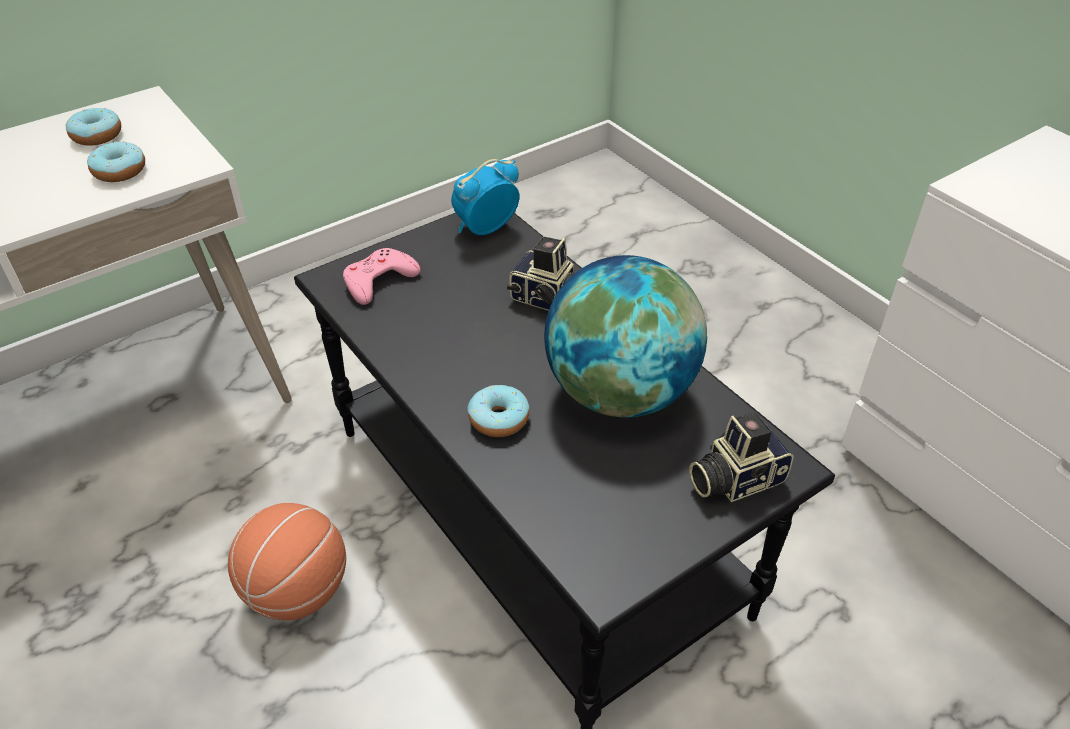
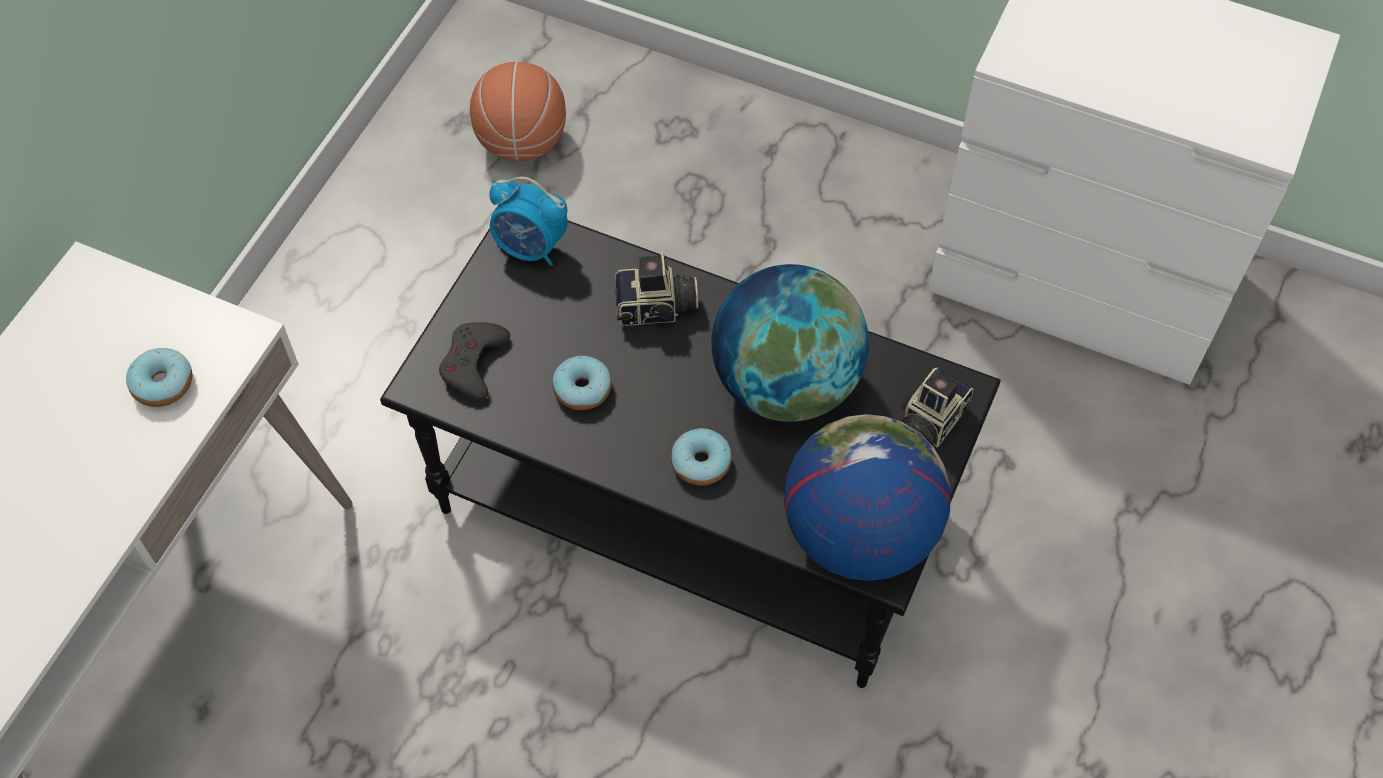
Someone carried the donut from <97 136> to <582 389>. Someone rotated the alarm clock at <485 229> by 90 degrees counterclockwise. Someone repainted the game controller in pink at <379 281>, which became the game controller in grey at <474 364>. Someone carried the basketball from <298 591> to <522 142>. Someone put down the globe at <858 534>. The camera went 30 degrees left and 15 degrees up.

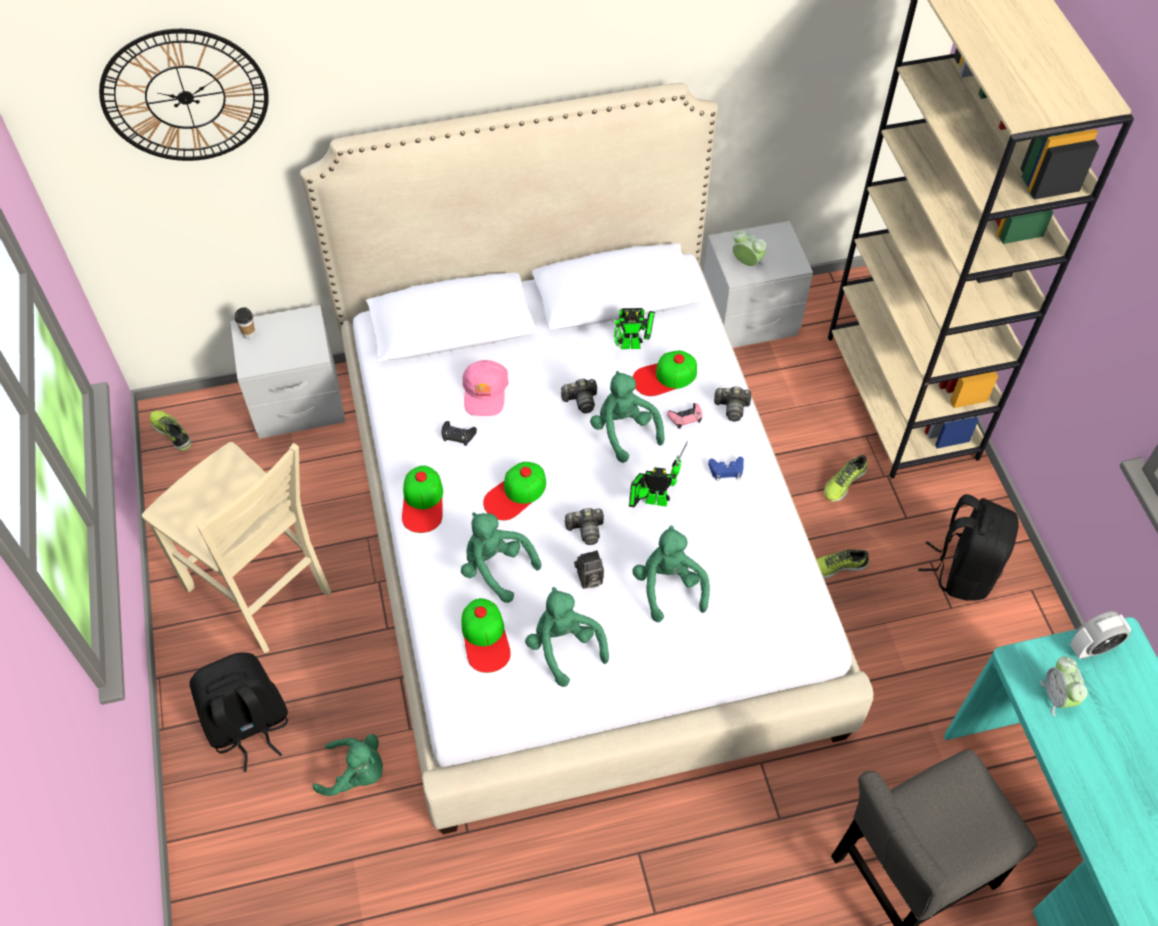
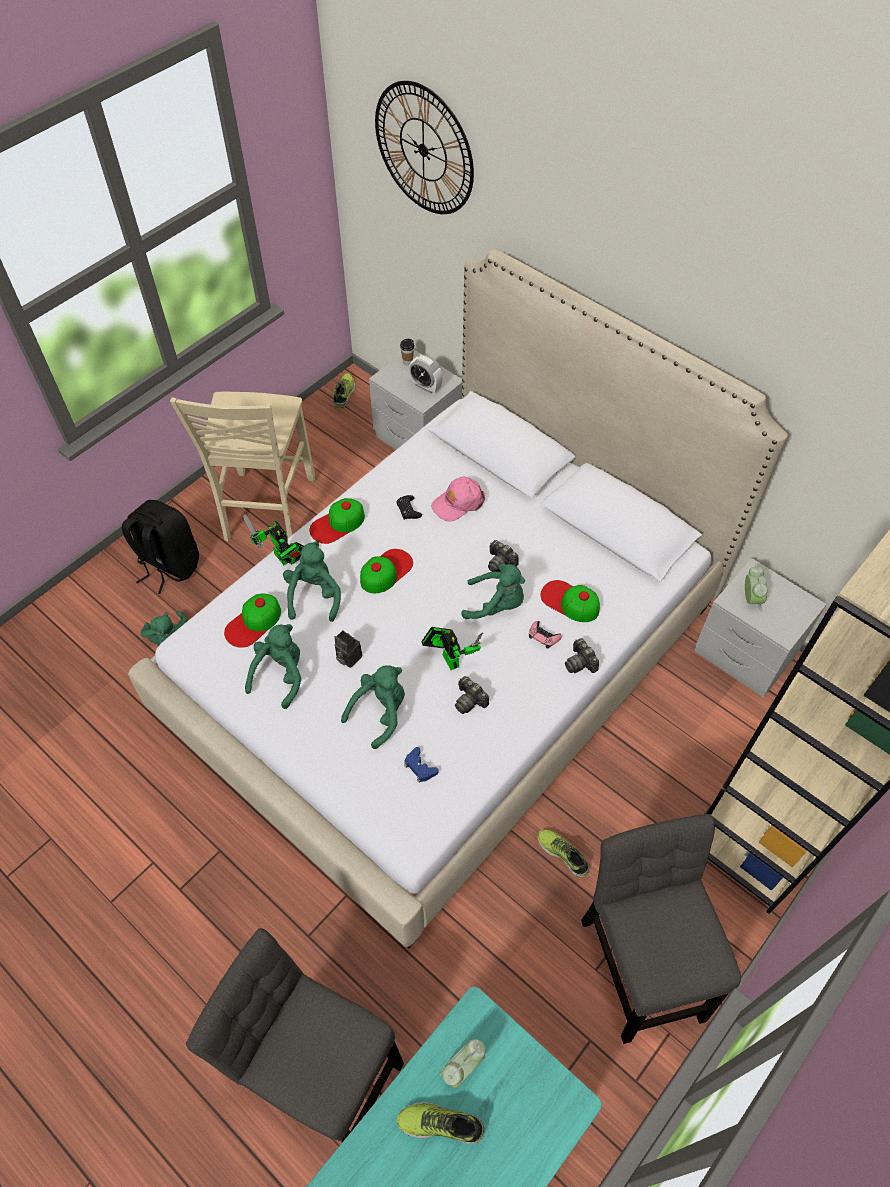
Someone carried the toy robot from <634 345> to <284 559>. Someone rotated the plush toy in green at <624 431> by 75 degrees clockwise. Someone carried the shoe from <843 482> to <441 1123>. Someone carried the game controller in blue from <726 470> to <420 767>. Someone rotated the cap at <515 494> by 120 degrees clockwise. Someone swapped the backpack in black at <962 570> for the chair in grey at <641 959>. Someone carried the photo camera from <586 530> to <470 700>. Someone carried the alarm clock from <1091 647> to <426 386>. The camera went 55 degrees right and 0 degrees up.

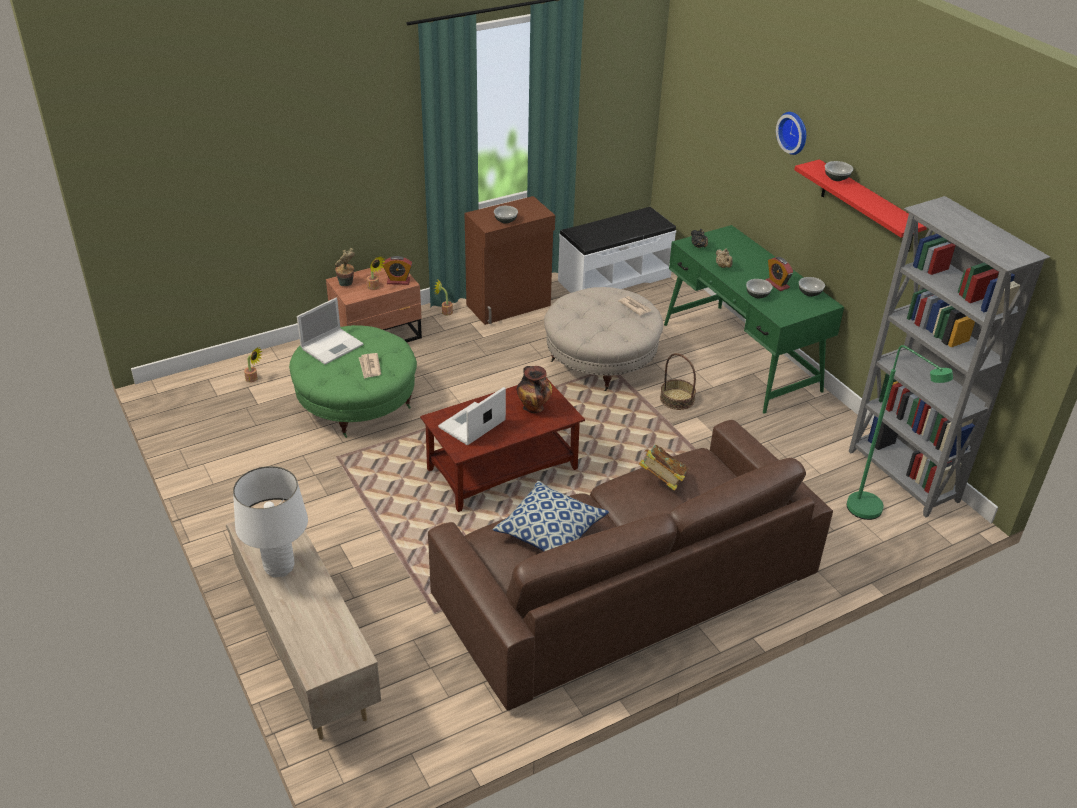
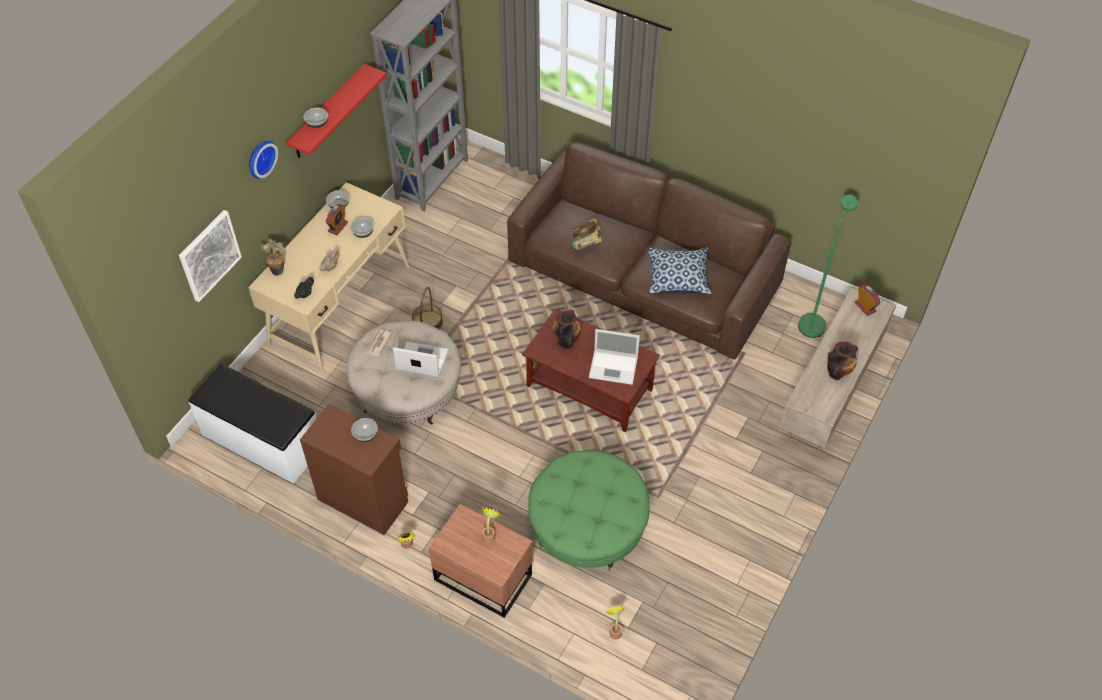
Someone repainted the desk in green at <740 357>, which became the desk in beige at <340 305>. Someone carried the potted plant from <346 284> to <278 269>. Someone carried the alarm clock from <398 281> to <865 307>. Someone carried the laptop from <333 346> to <421 360>. Someone carried the floor lamp in green from <872 513> to <814 321>. Someone took away the newspaper at <370 367>. Someone swapped the table lamp in white at <279 567> for the vase at <837 372>. Someone put up the picture at <209 255>. The camera went 120 degrees left and 15 degrees up.

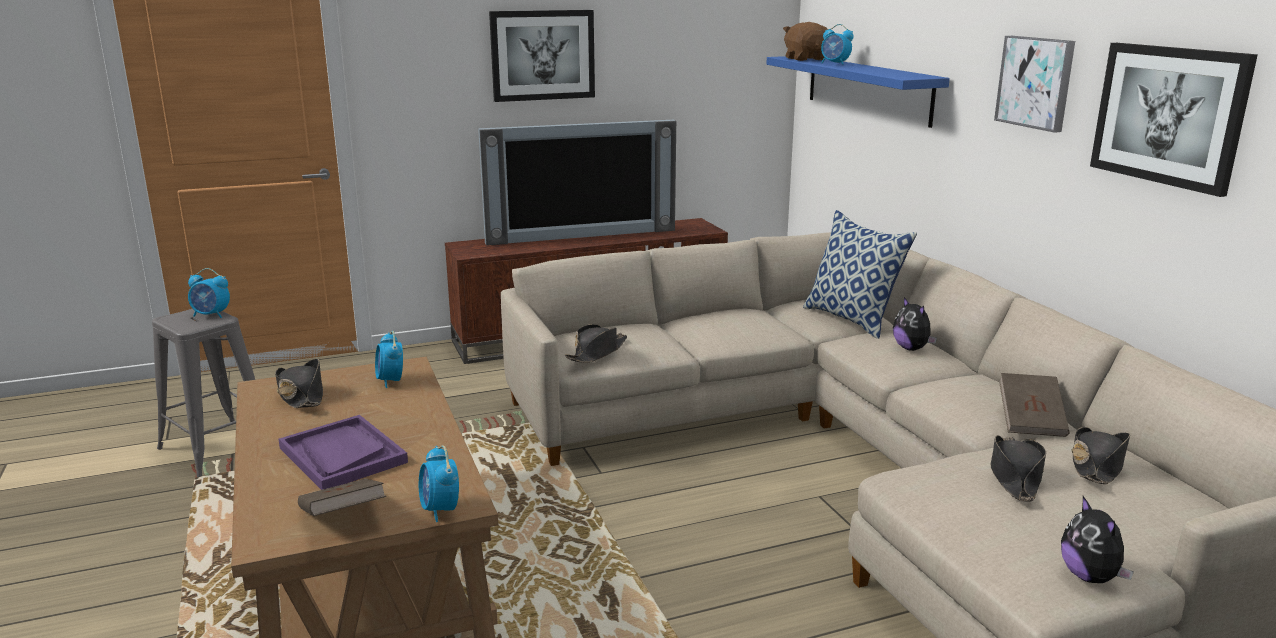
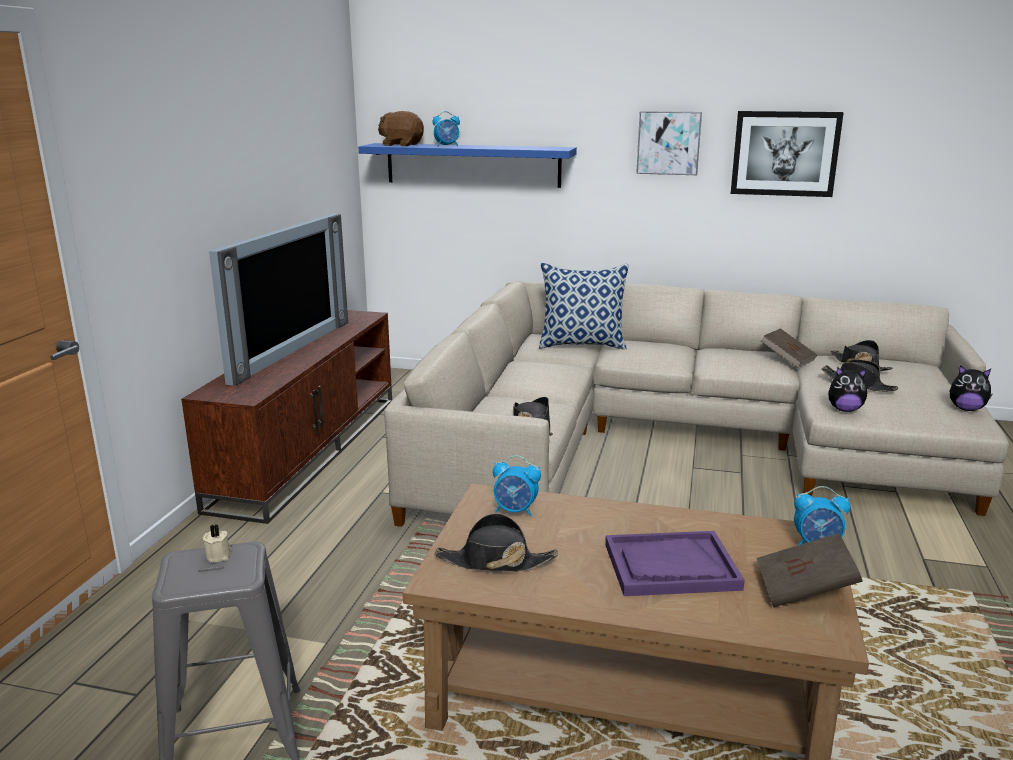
Someone took away the picture at <542 55>. Someone swapped the alarm clock at <211 315> for the candle in beige at <219 555>. Someone carried the plush toy from <911 348> to <844 409>. The camera went 55 degrees left and 0 degrees up.

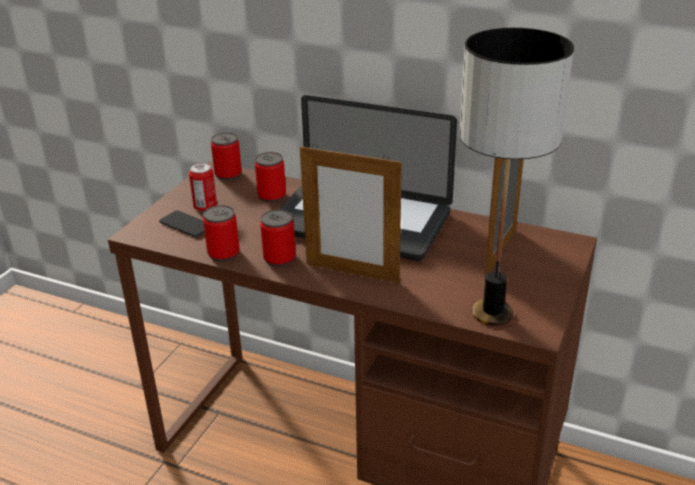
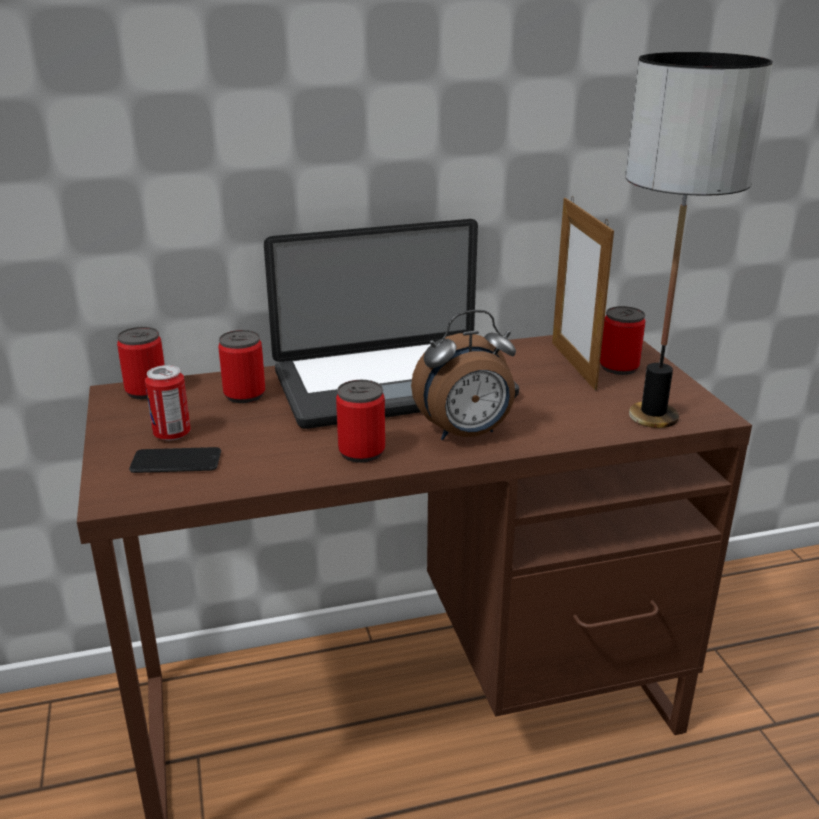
Someone swapped the picture frame at <352 273> for the alarm clock at <465 434>. Someone carried the can from <223 253> to <619 367>. The camera went 40 degrees left and 5 degrees down.

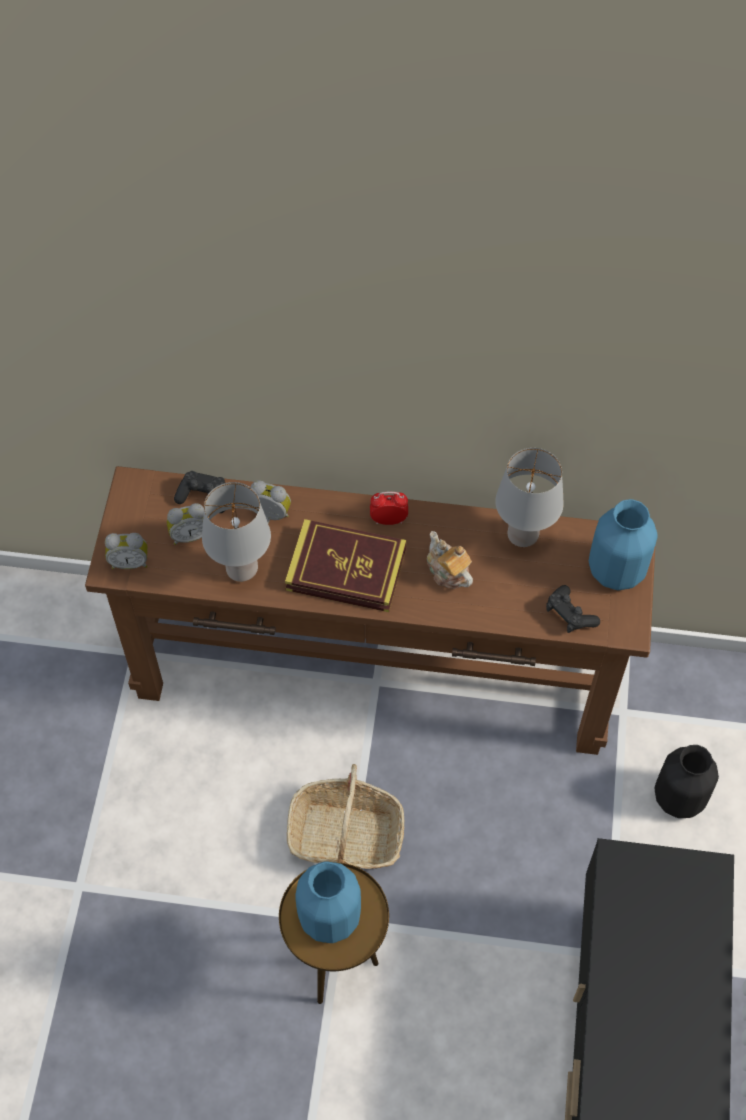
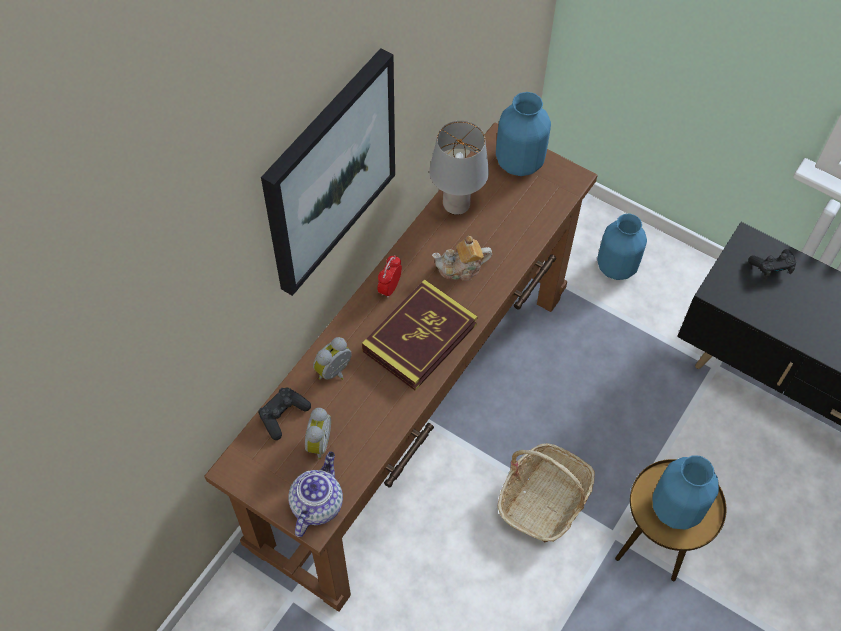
Someone took away the table lamp in grey at <242 570>. Someone swapped the alarm clock at <130 562> for the teapot at <317 503>. Someone carried the game controller in black from <569 615> to <772 267>. Someone repainted the vase in black at <680 798>, which became the vase in blue at <617 266>. Someone put up the picture at <329 172>. The camera went 65 degrees left and 0 degrees up.

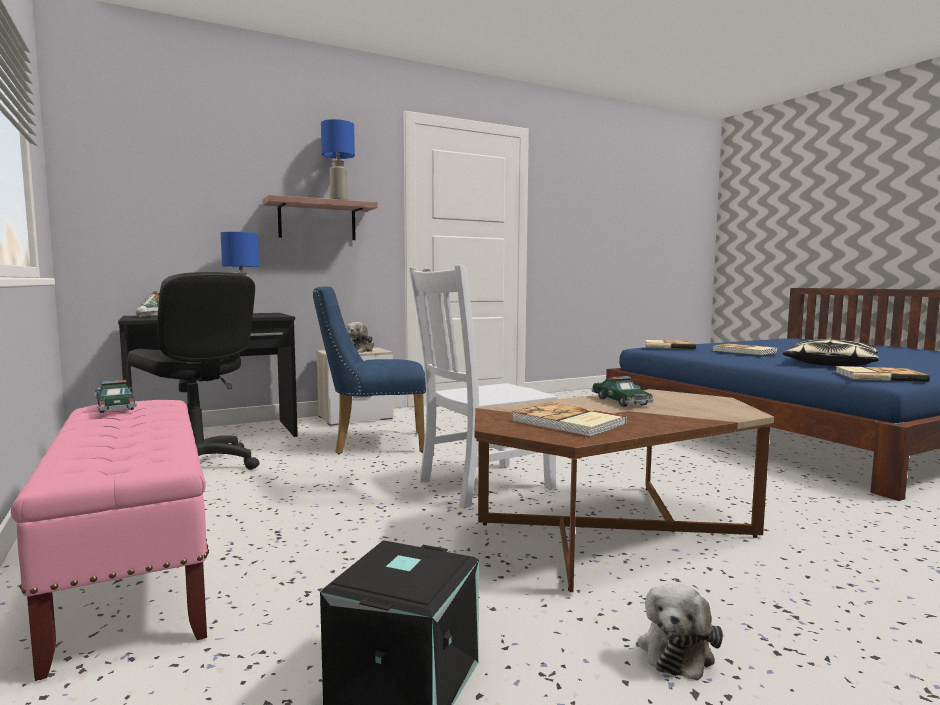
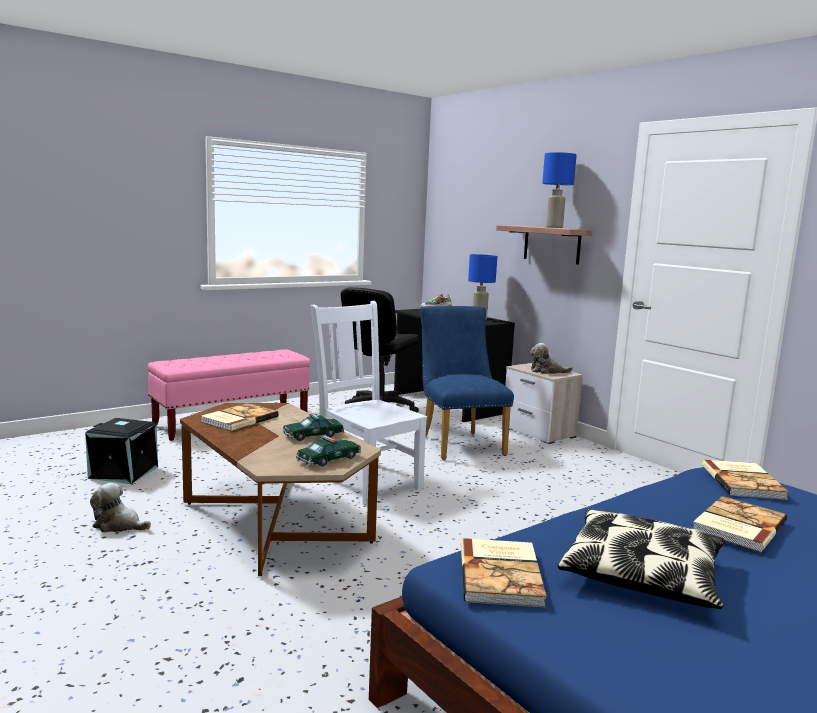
Someone carried the toy car from <115 407> to <329 459>. The camera went 80 degrees right and 5 degrees up.

